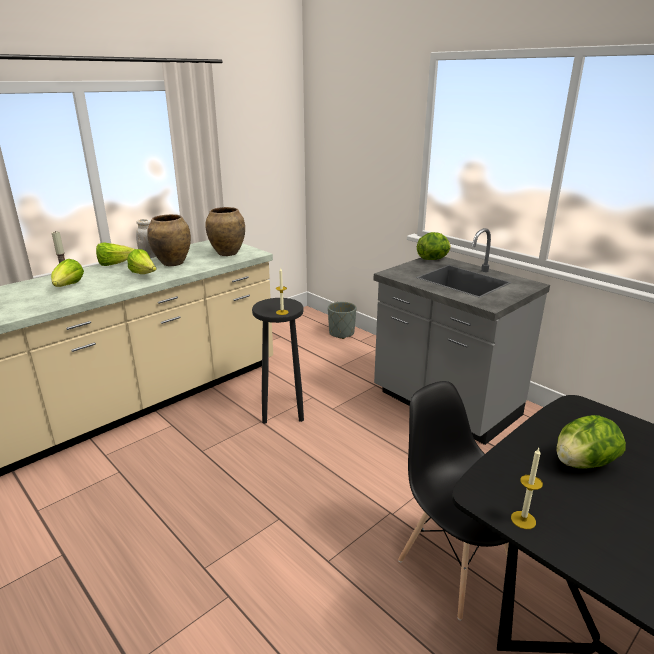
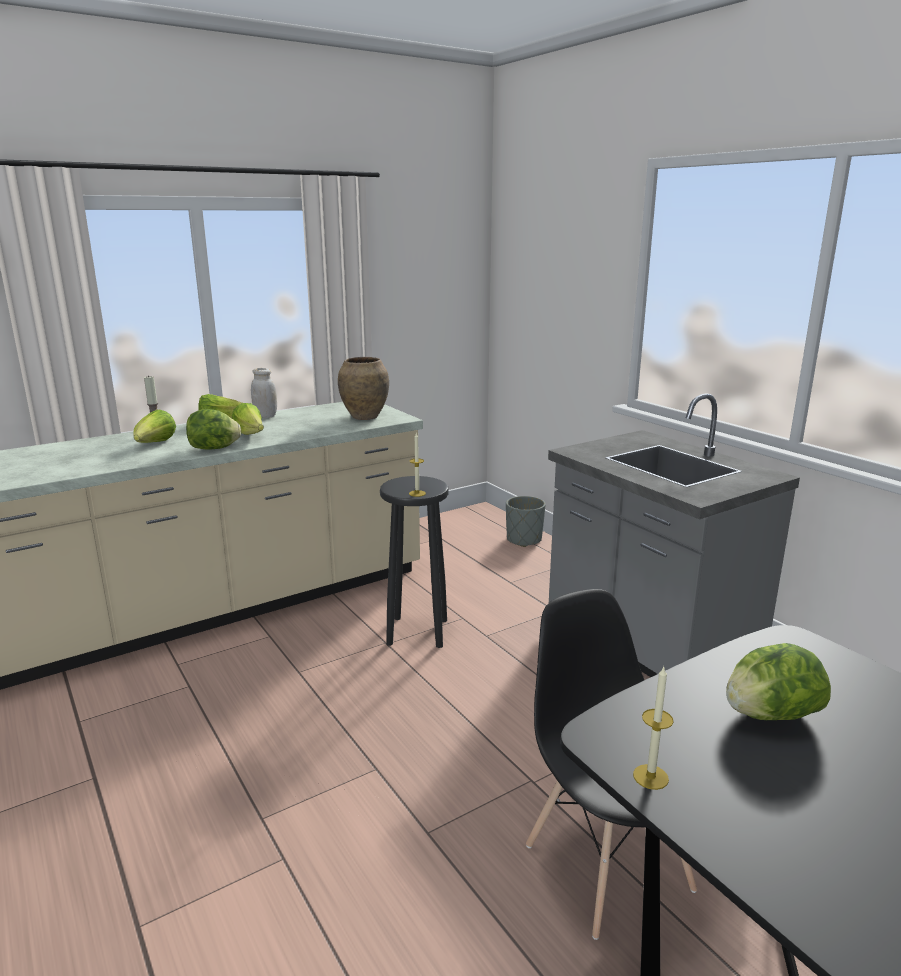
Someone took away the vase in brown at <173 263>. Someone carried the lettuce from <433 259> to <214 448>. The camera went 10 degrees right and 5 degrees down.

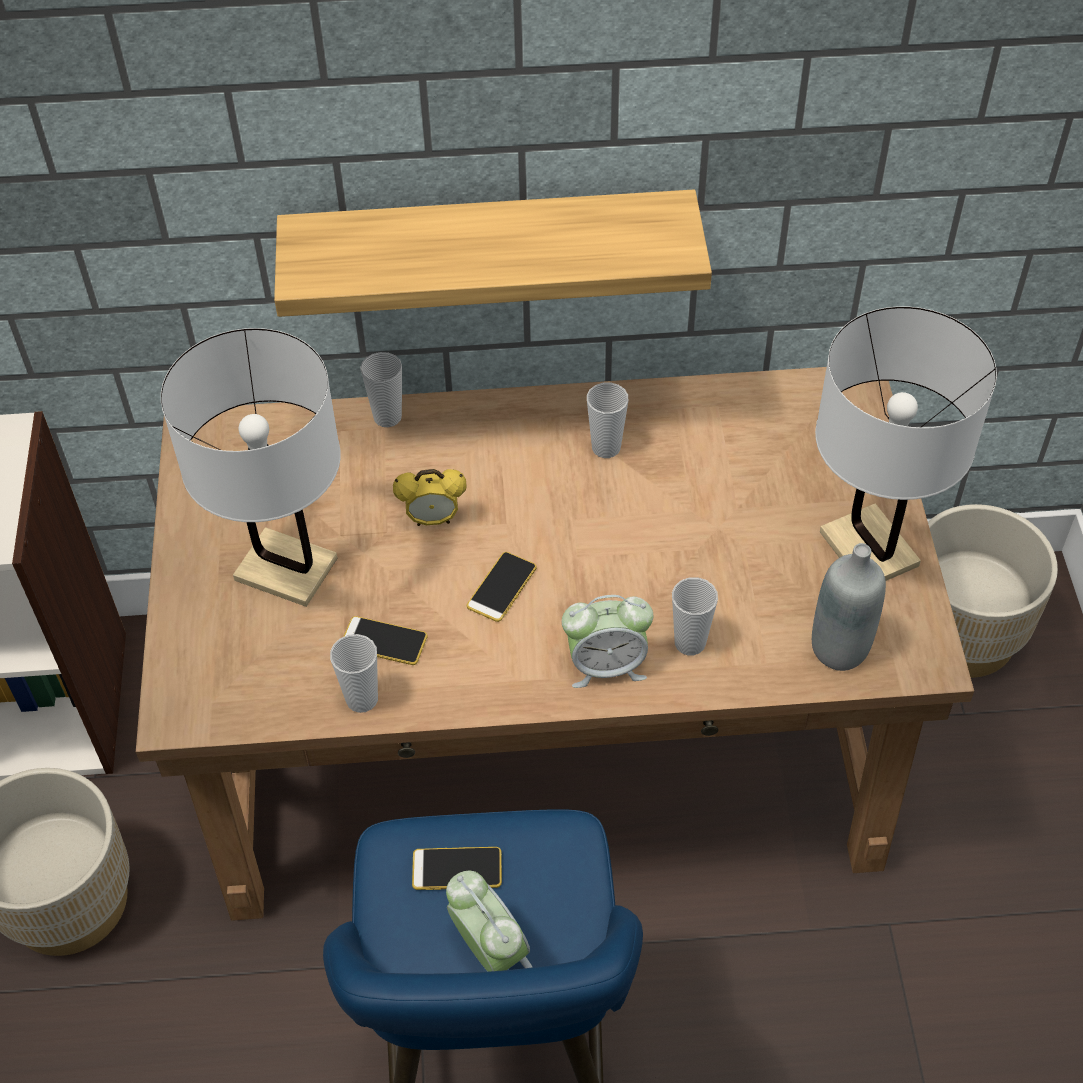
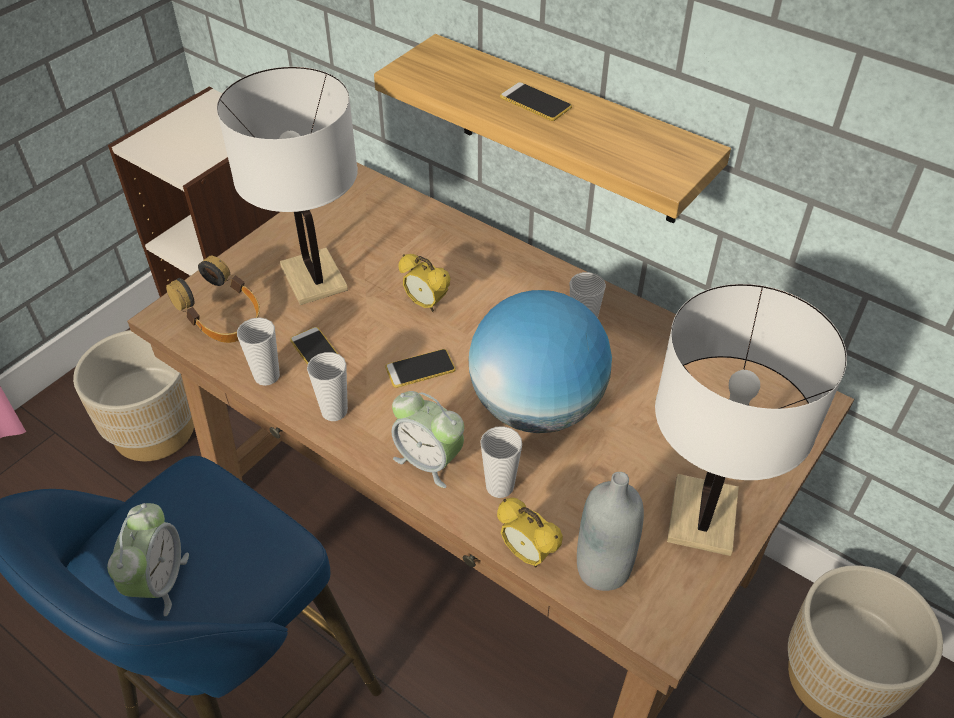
Someone carried the cup from <387 417> to <334 411>. Someone carried the phone from <457 869> to <535 102>. Someone put down the headphones at <223 321>. Someone put down the globe at <537 407>. Someone put down the alarm clock at <527 554>. The camera went 40 degrees right and 5 degrees down.

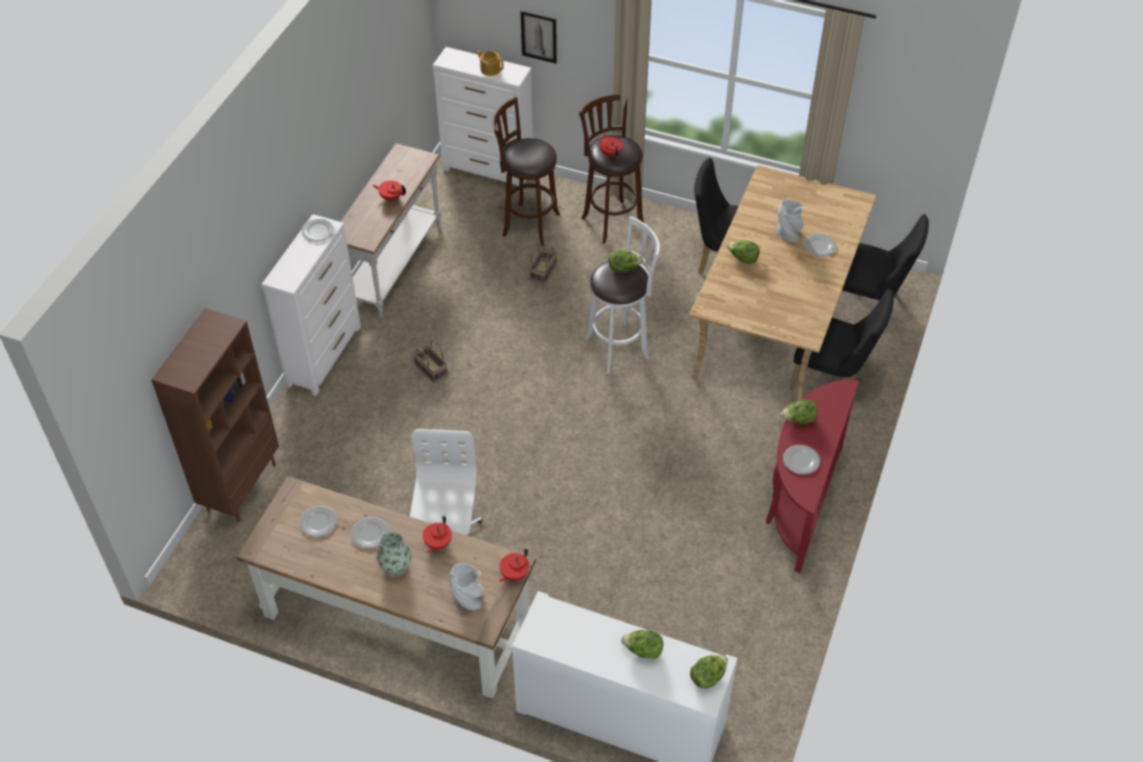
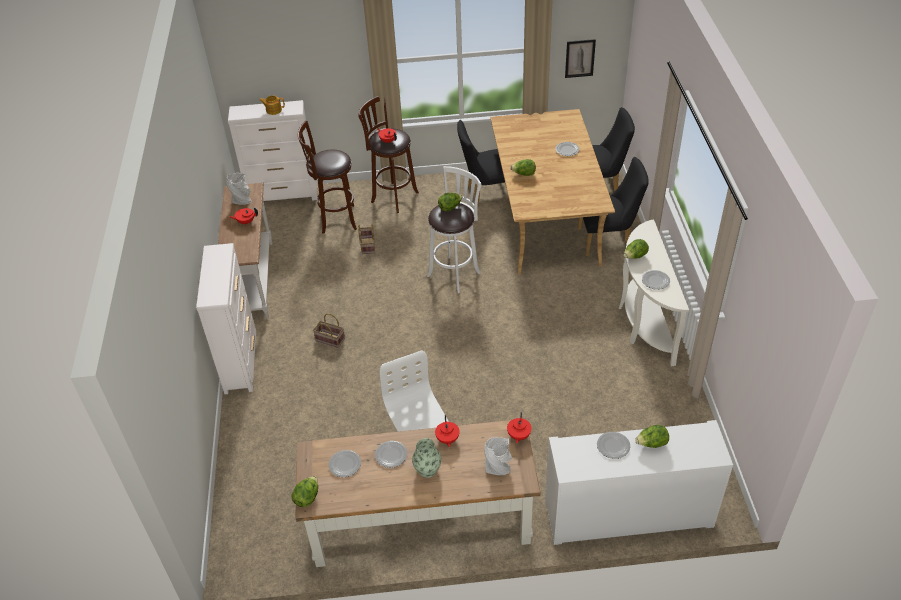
Someone carried the picture from <539 36> to <580 58>. Someone carried the vase in grey from <788 235> to <242 200>. Someone carried the plate from <318 230> to <612 446>. Someone took away the bookcase in brown at <241 486>. Someone repainted the console table in red at <800 503>, which became the console table in white at <643 322>. Someone carried the lettuce from <708 677> to <307 497>. The camera went 25 degrees left and 5 degrees down.

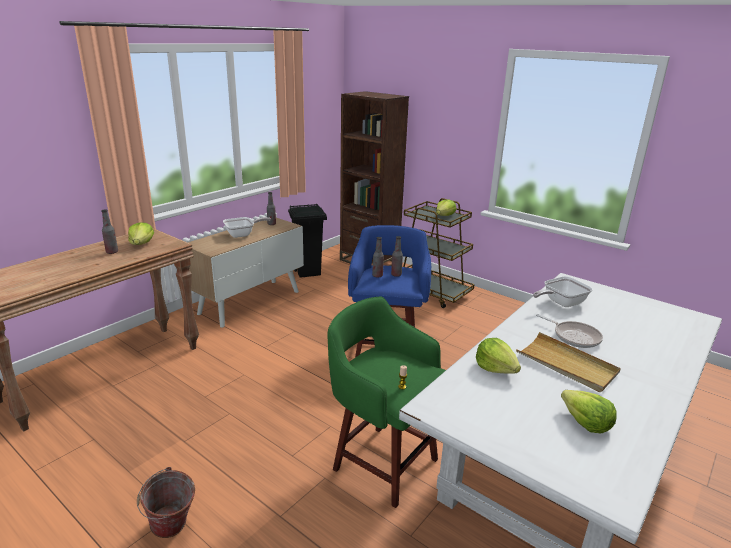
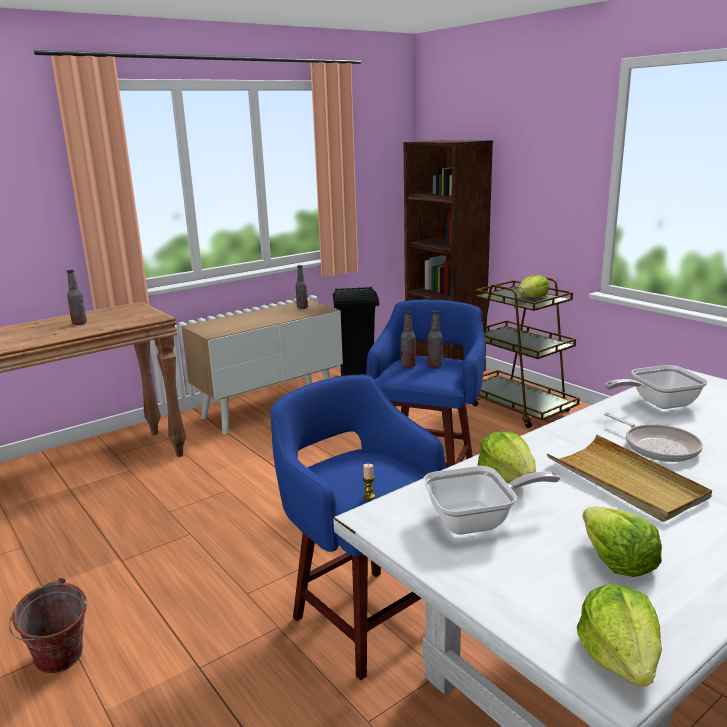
Someone carried the frying pan from <243 234> to <478 521>. Someone carried the lettuce from <141 244> to <620 658>. Someone repainted the stool in green at <382 462>, which became the stool in blue at <365 617>. The camera went 15 degrees right and 5 degrees down.

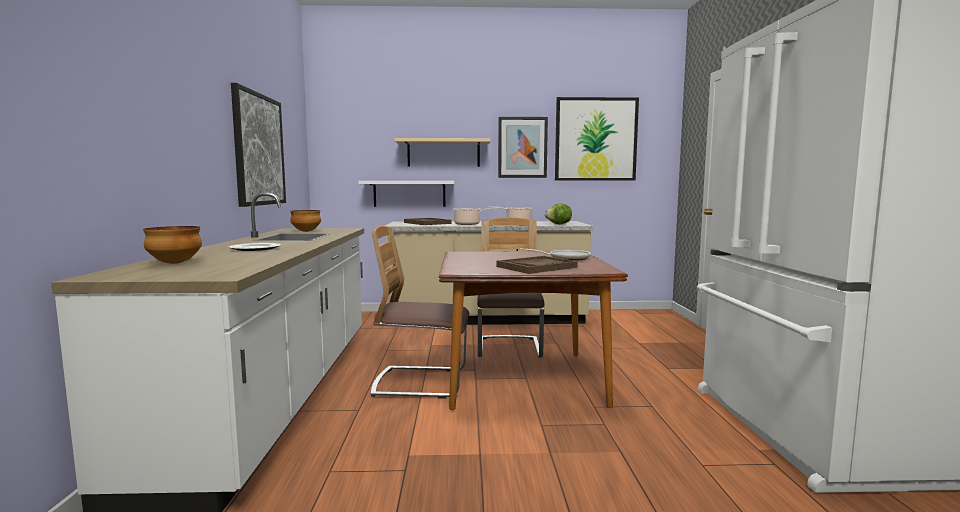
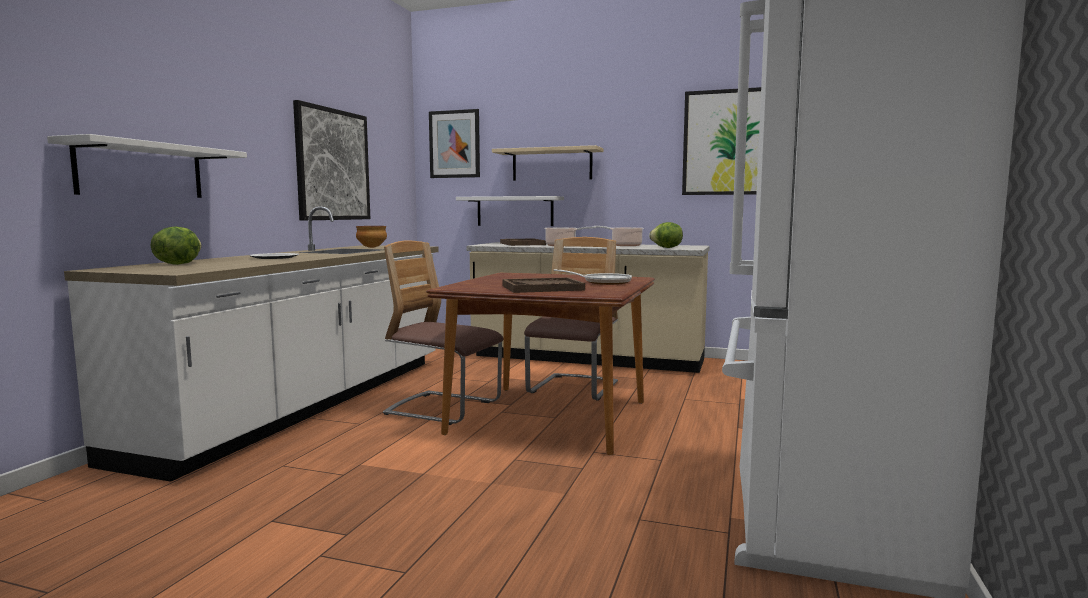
Someone carried the picture from <522 147> to <454 144>. Someone swapped the bowl at <174 263> for the lettuce at <177 264>. Someone put up the shelf in white at <141 171>. The camera went 20 degrees right and 0 degrees up.

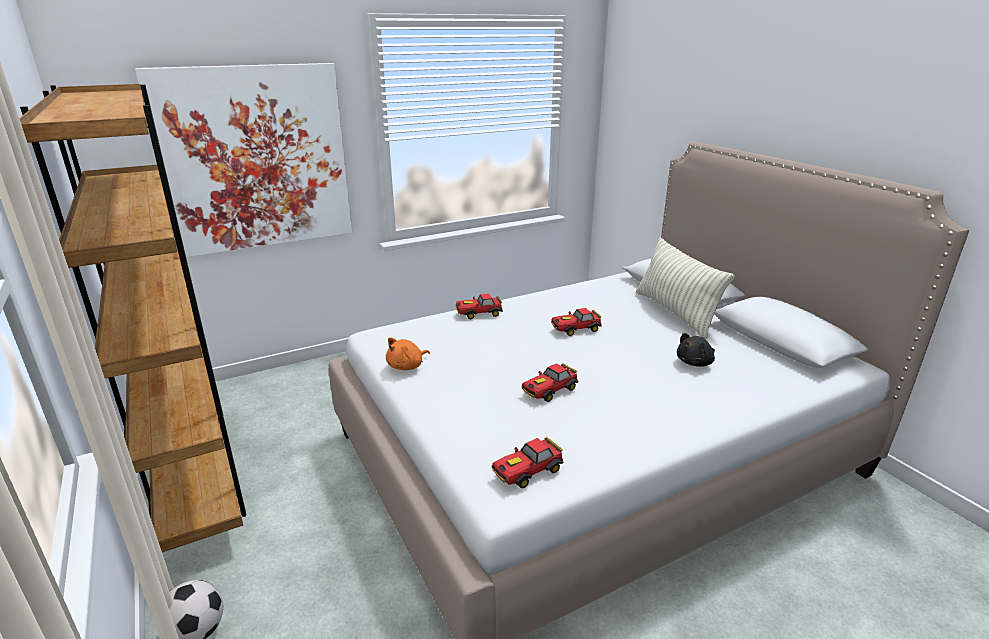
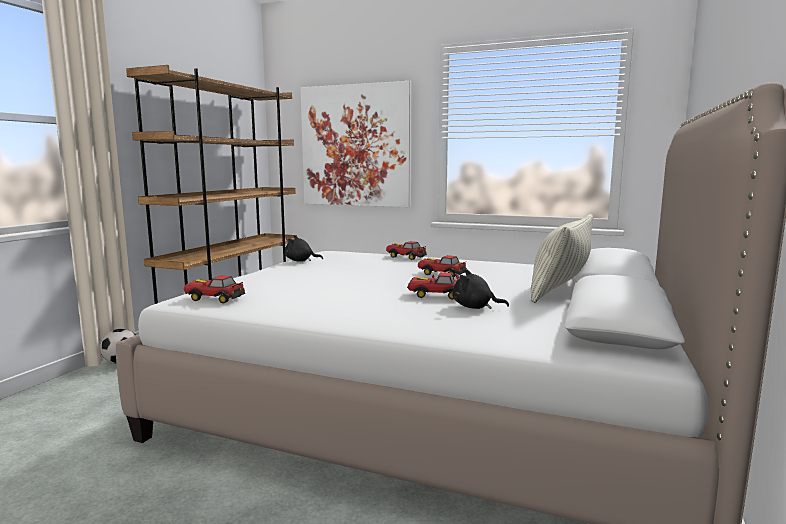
Someone repainted the plush toy in orange at <407 366>, which became the plush toy in black at <300 261>. Someone carried the toy car from <549 391> to <435 295>. The camera went 50 degrees right and 15 degrees down.

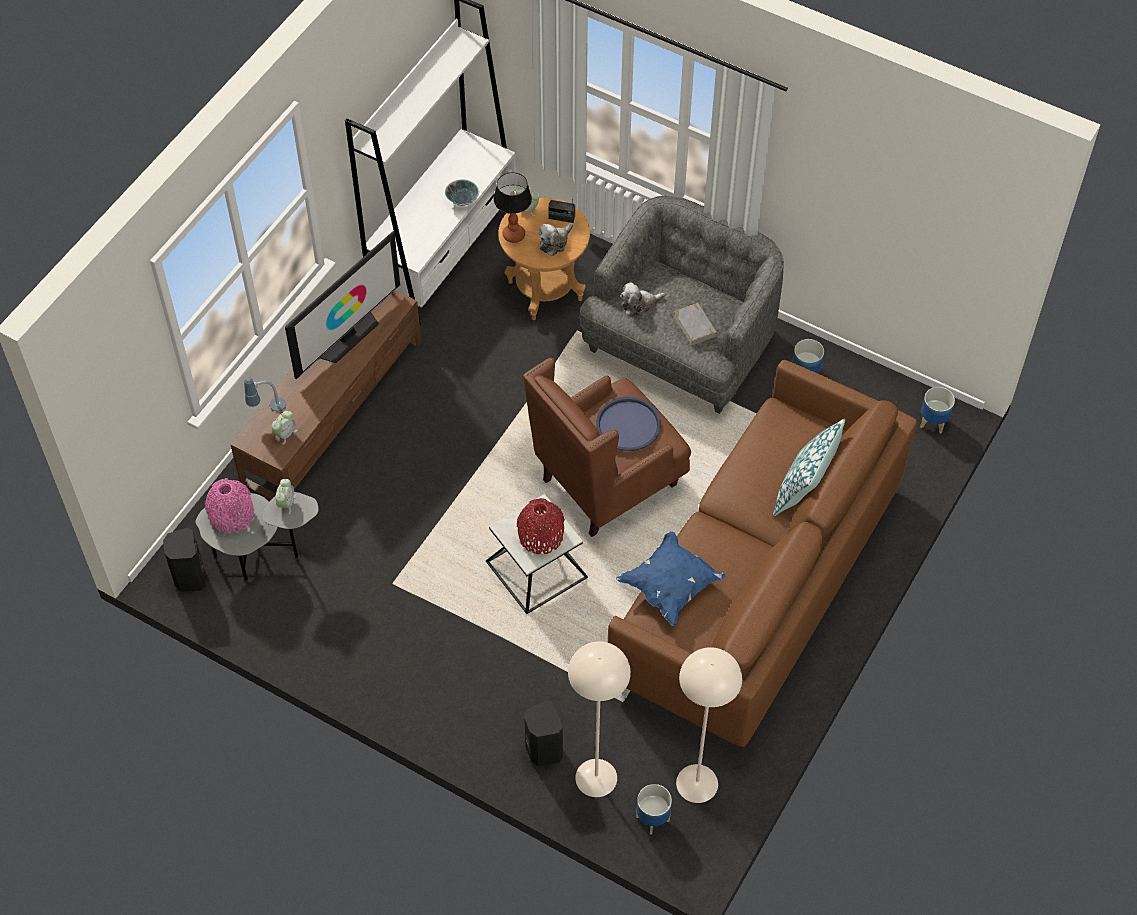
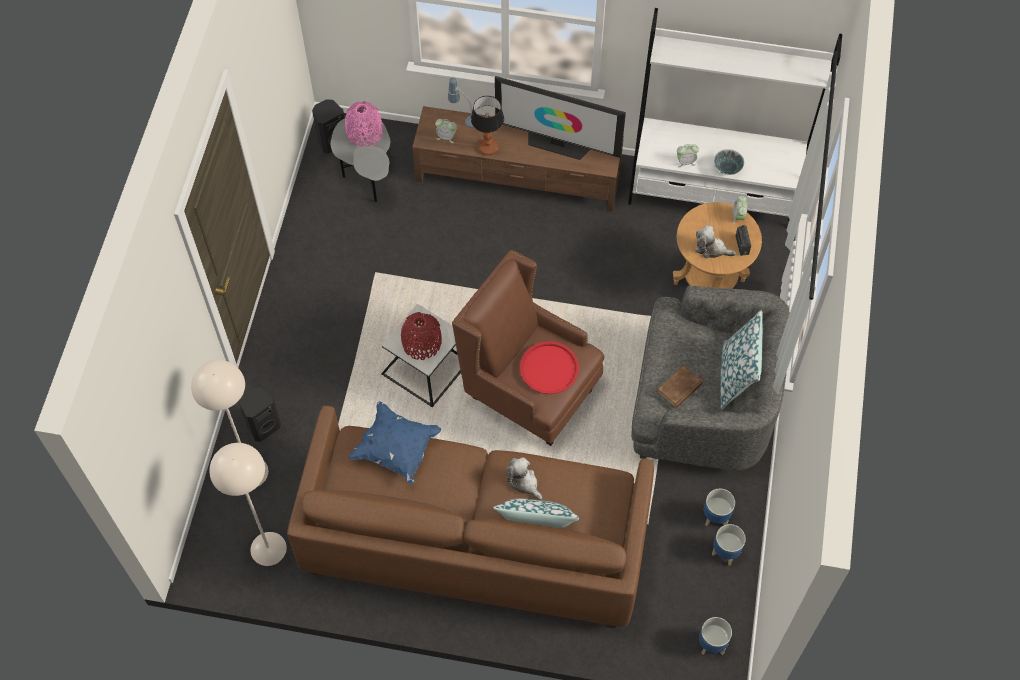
Someone carried the table lamp from <513 234> to <488 147>. Someone carried the plush toy from <639 304> to <524 482>. Someone repainted the book in grey at <695 326>, which became the book in brown at <679 388>. Someone repainted the tray in blue at <628 424>, which became the tray in red at <549 368>. Someone carried the alarm clock from <286 503> to <685 162>. Someone carried the planter from <652 819> to <725 551>. Someone put down the pillow at <736 376>. The camera went 70 degrees right and 5 degrees up.

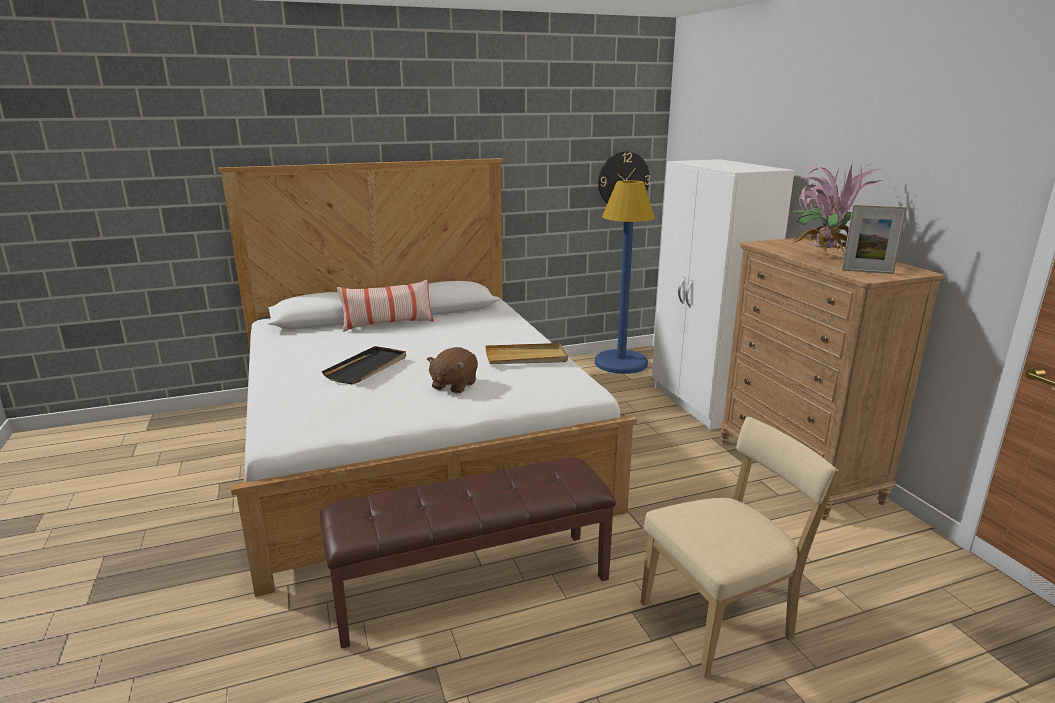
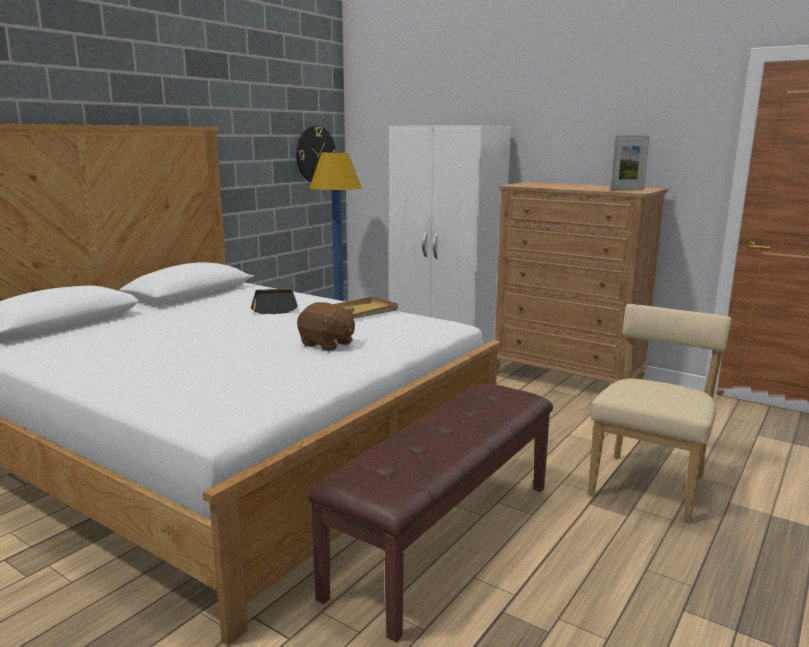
Someone took away the potted plant at <824 257>. Someone took away the pillow at <388 324>. Someone carried the tray in black from <367 368> to <274 304>. Someone rotated the plush toy in brown at <453 385> by 45 degrees counterclockwise. The camera went 35 degrees left and 5 degrees down.

